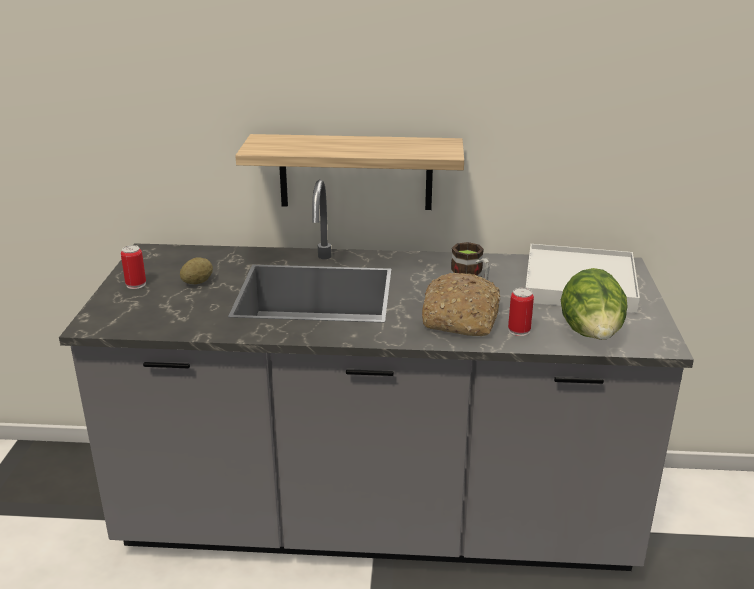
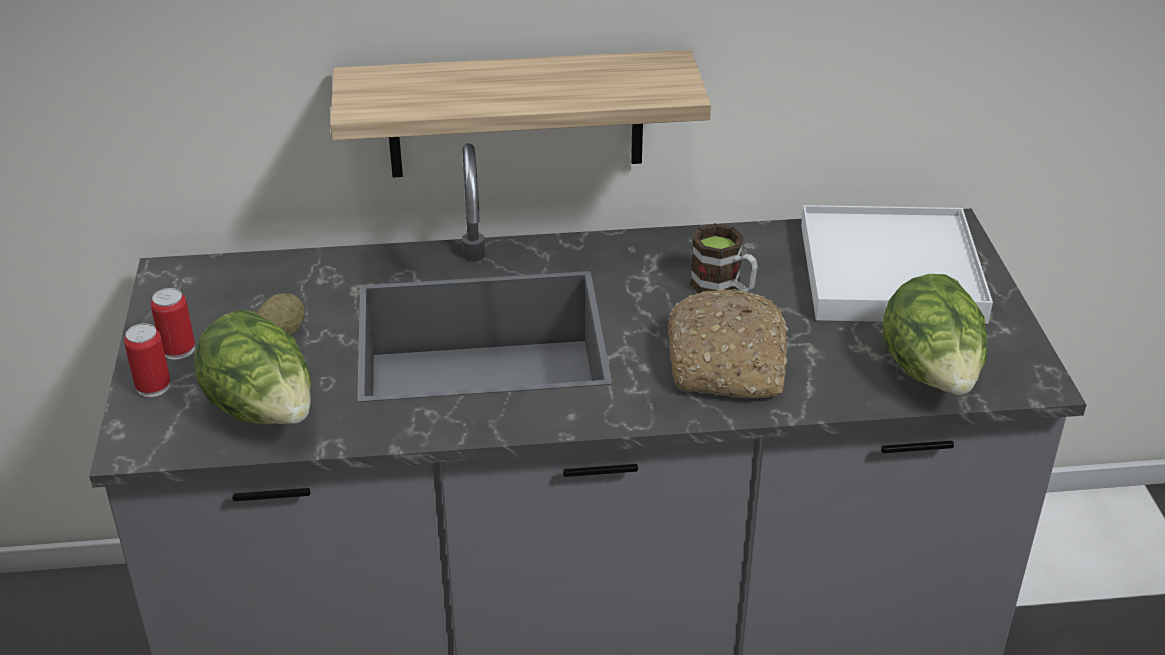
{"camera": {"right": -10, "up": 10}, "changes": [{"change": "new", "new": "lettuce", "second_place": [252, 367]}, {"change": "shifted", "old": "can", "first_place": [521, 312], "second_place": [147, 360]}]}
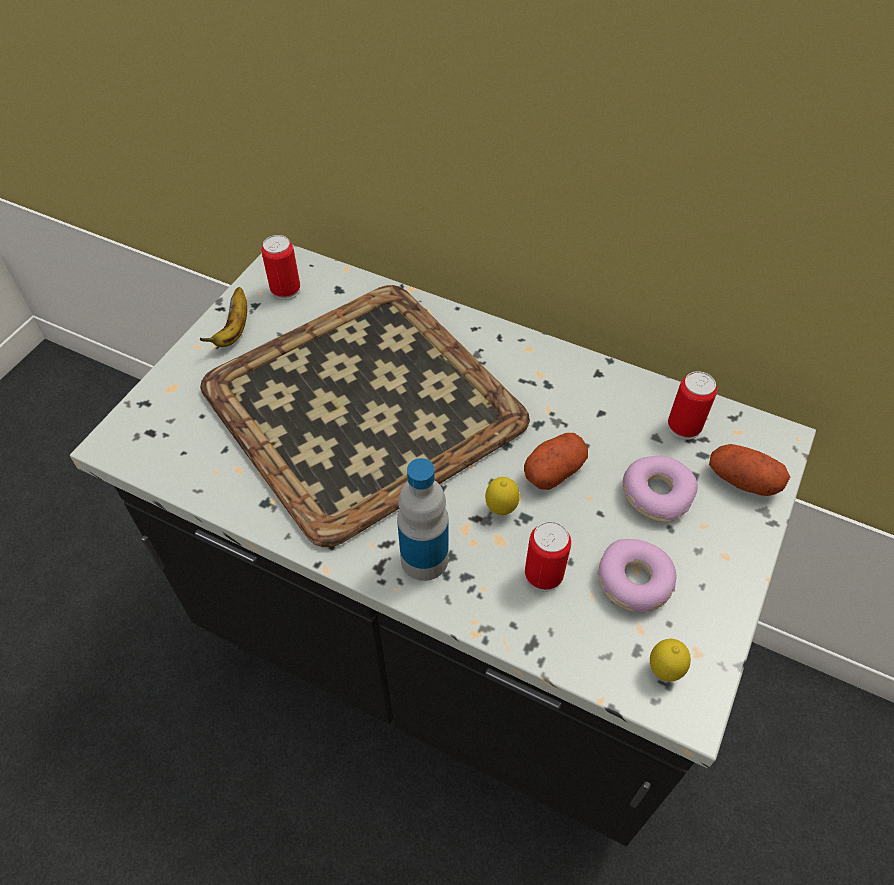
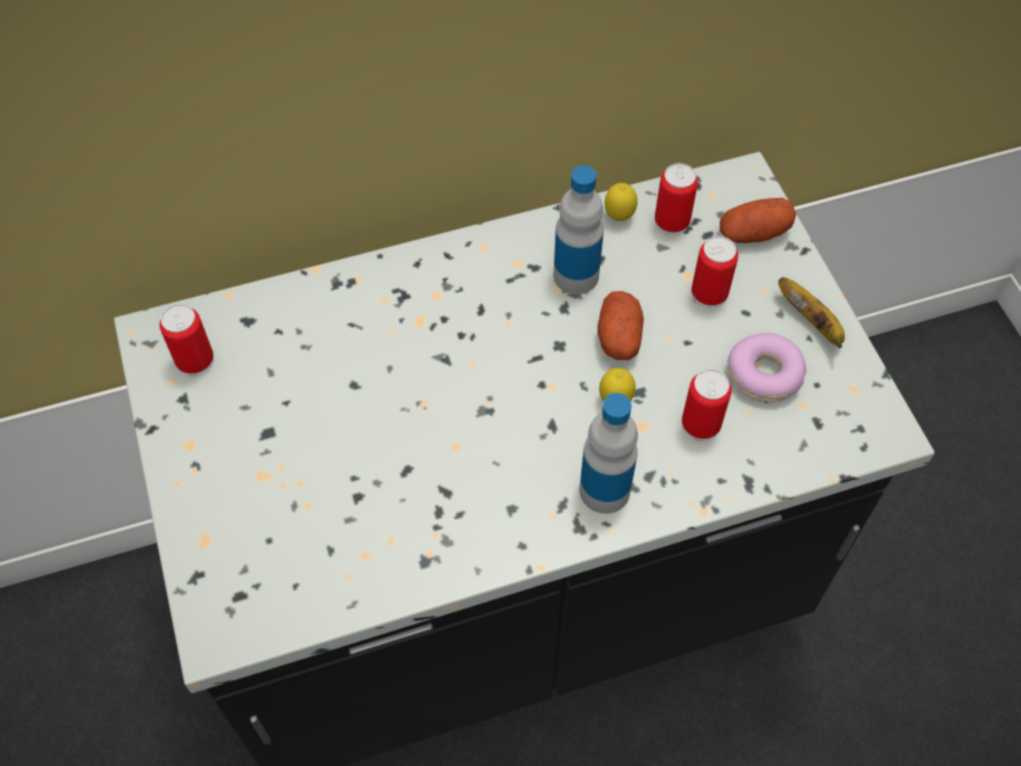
{"camera": {"right": -45, "up": 5}, "changes": [{"change": "gone", "old": "tray", "first_place": [365, 416]}, {"change": "new", "new": "bottle", "second_place": [578, 229]}, {"change": "shifted", "old": "banana", "first_place": [223, 317], "second_place": [811, 312]}, {"change": "shifted", "old": "lemon", "first_place": [670, 660], "second_place": [621, 202]}, {"change": "swapped", "old": "donut", "new": "can", "first_place": [660, 489], "second_place": [715, 272]}]}
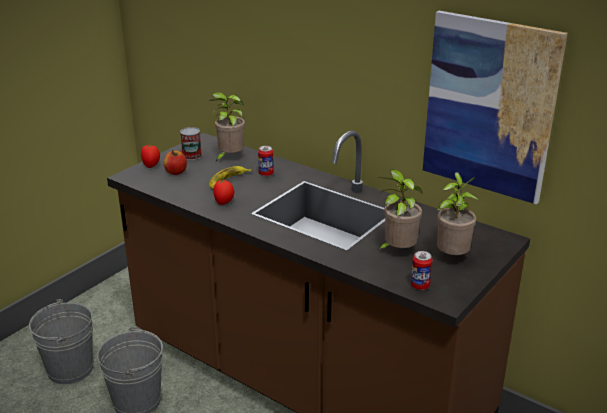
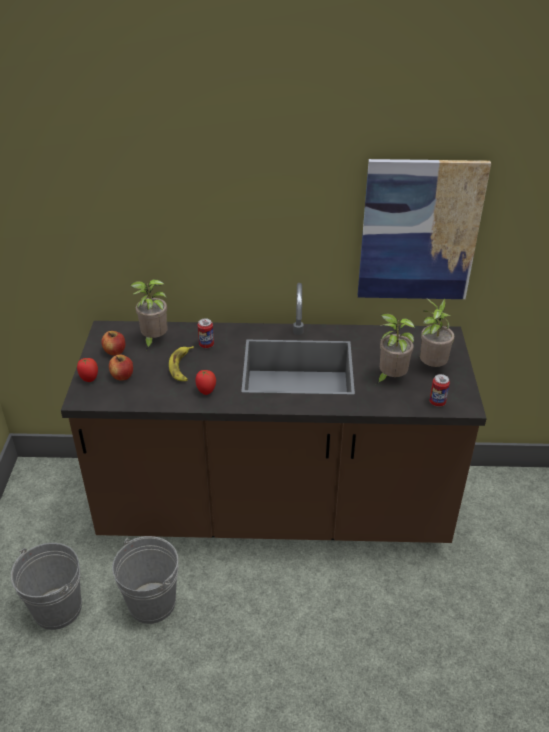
{"camera": {"right": -35, "up": 10}, "changes": [{"change": "swapped", "old": "can", "new": "apple", "first_place": [191, 143], "second_place": [113, 343]}]}
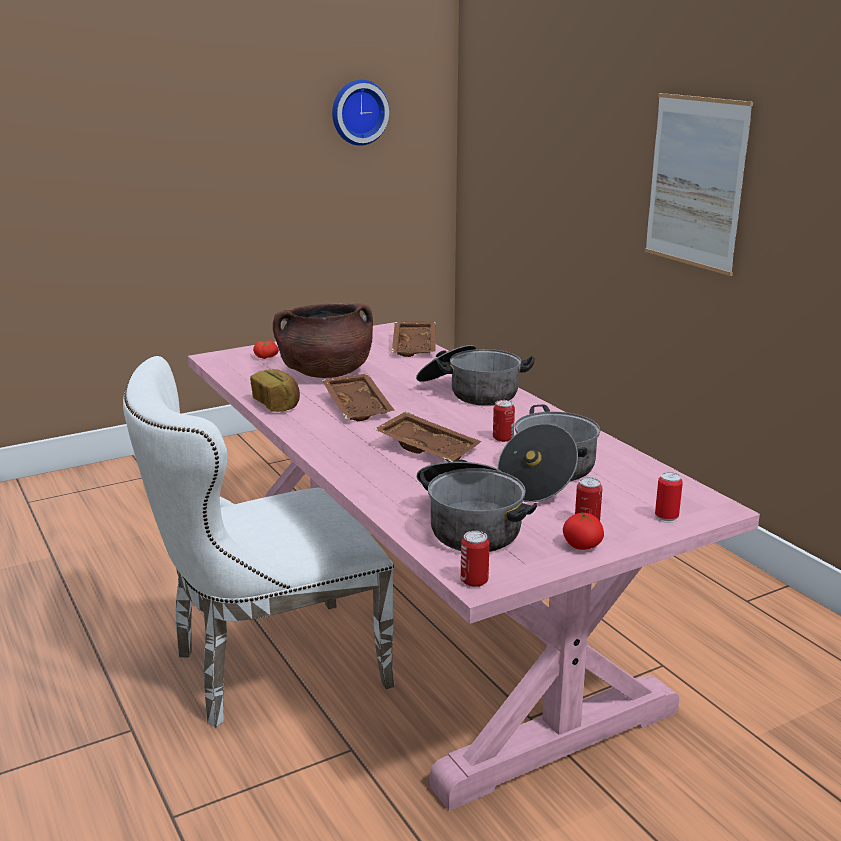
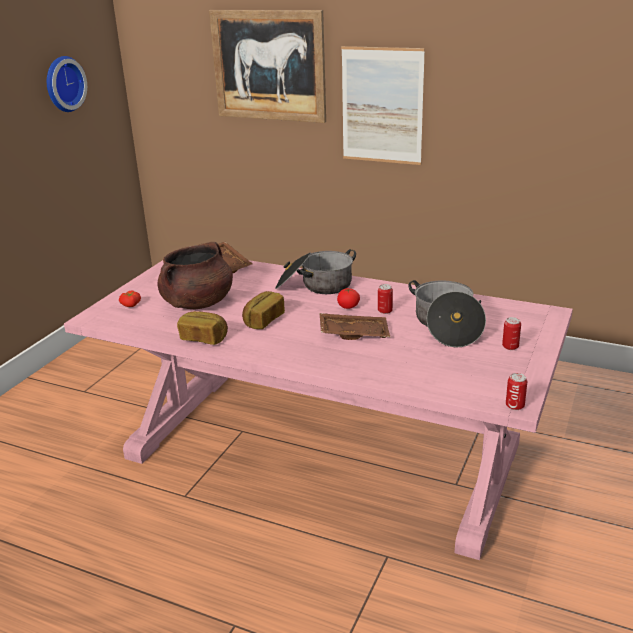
{"camera": {"right": -35, "up": 5}, "changes": [{"change": "gone", "old": "chair in white", "first_place": [259, 542]}, {"change": "gone", "old": "cooking pot", "first_place": [477, 506]}, {"change": "gone", "old": "can", "first_place": [669, 497]}, {"change": "new", "new": "picture", "second_place": [267, 66]}, {"change": "shifted", "old": "tomato", "first_place": [583, 530], "second_place": [348, 298]}, {"change": "swapped", "old": "tray in brown", "new": "bread", "first_place": [358, 397], "second_place": [263, 310]}]}
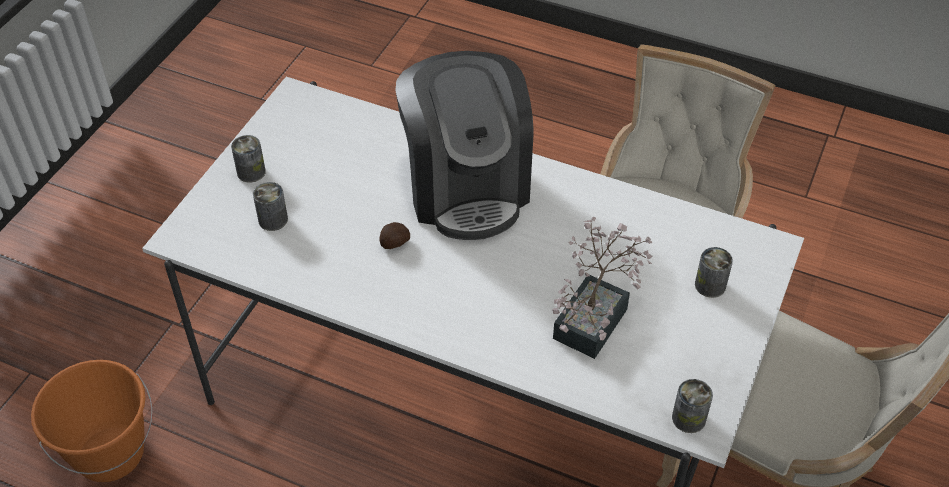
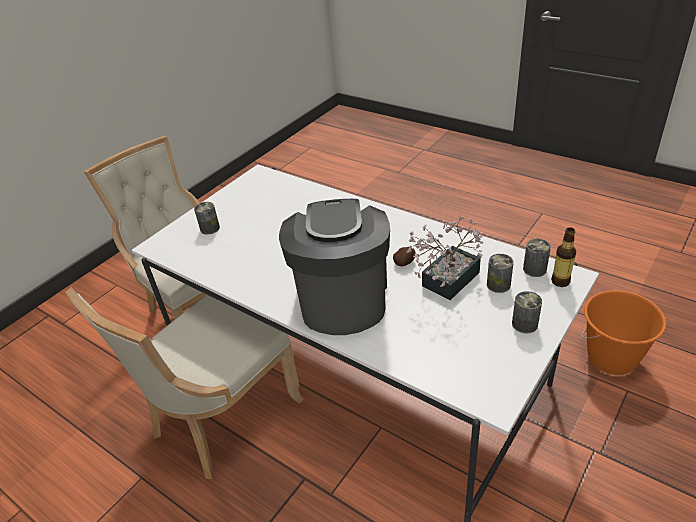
{"camera": {"right": -165, "up": -10}, "changes": [{"change": "new", "new": "bottle", "second_place": [563, 257]}, {"change": "shifted", "old": "potted plant", "first_place": [602, 288], "second_place": [444, 258]}, {"change": "shifted", "old": "can", "first_place": [692, 406], "second_place": [537, 258]}]}
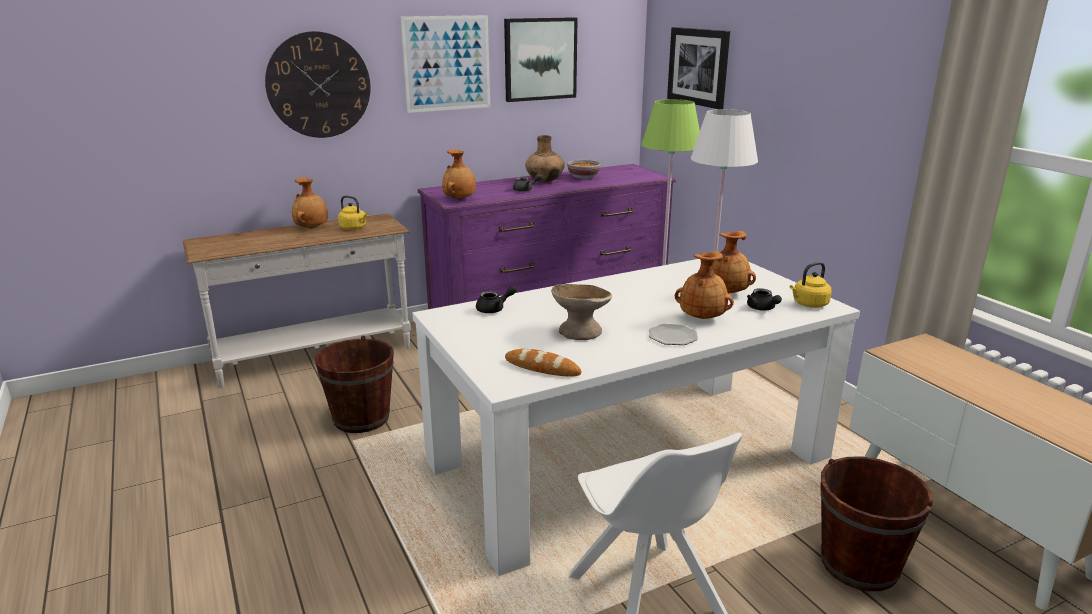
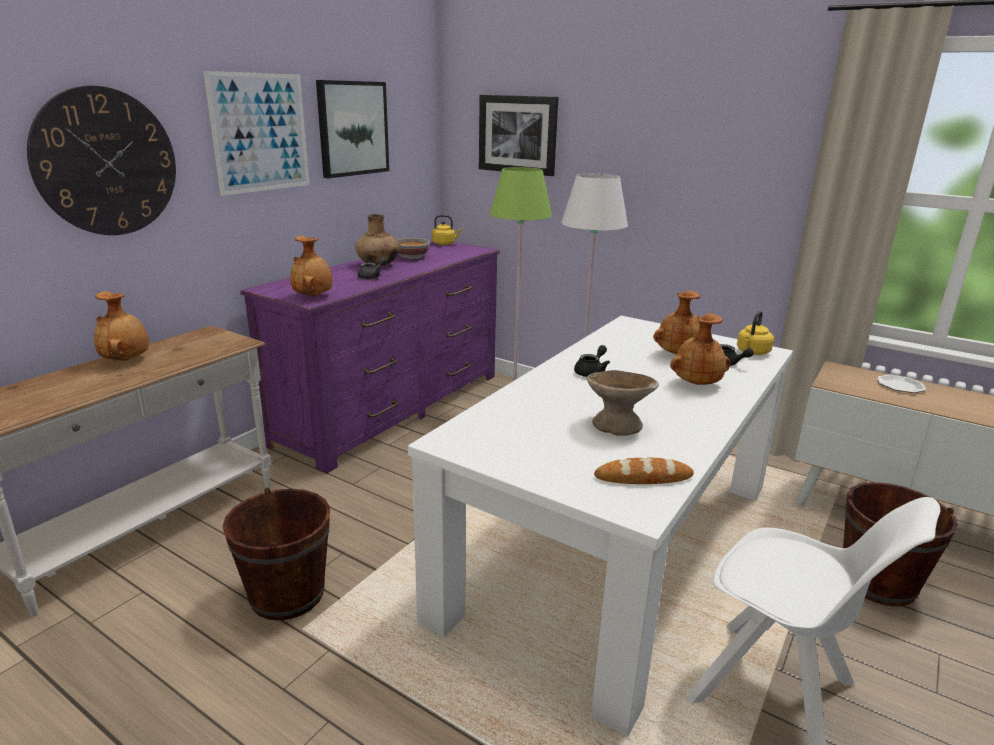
{"camera": {"right": -30, "up": 0}, "changes": [{"change": "shifted", "old": "kettle in yellow", "first_place": [353, 213], "second_place": [447, 230]}, {"change": "shifted", "old": "teapot in black", "first_place": [496, 299], "second_place": [592, 361]}, {"change": "shifted", "old": "plate", "first_place": [673, 334], "second_place": [901, 384]}]}
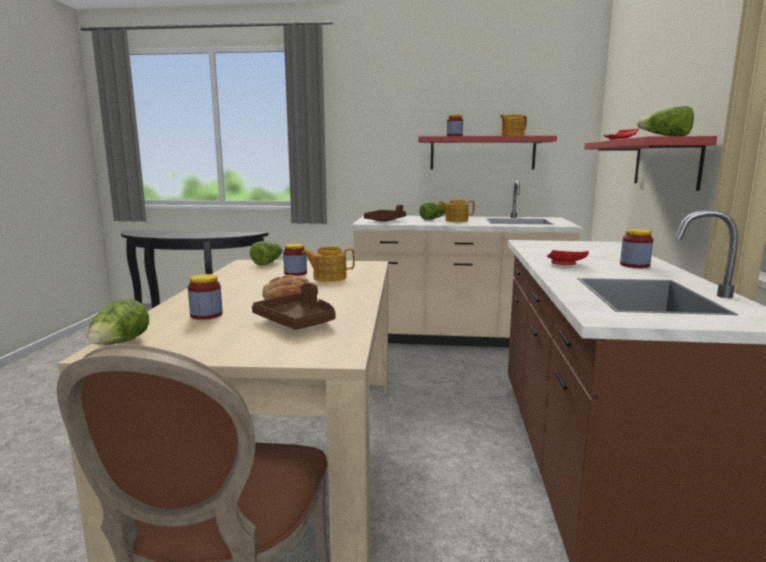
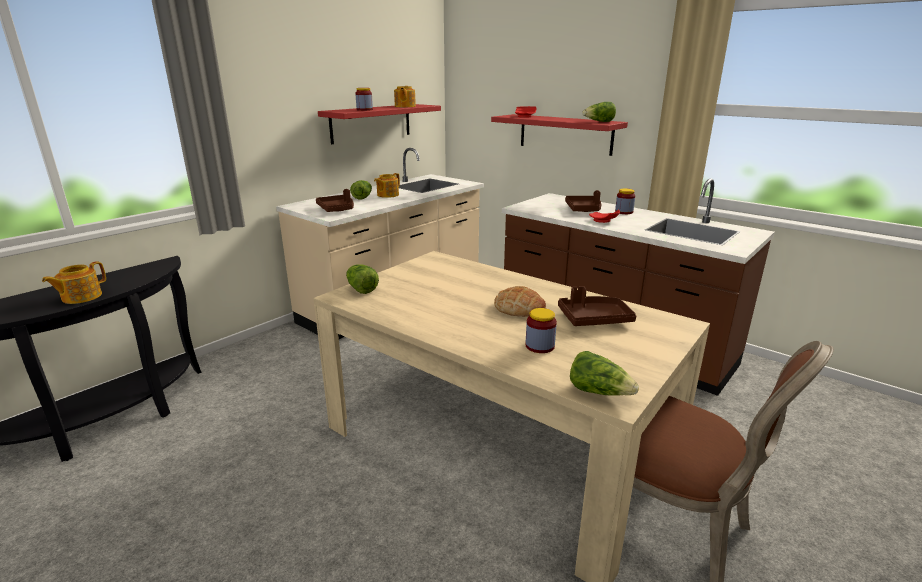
{"camera": {"right": -55, "up": 10}, "changes": [{"change": "gone", "old": "jar", "first_place": [295, 260]}, {"change": "new", "new": "tray in brown", "second_place": [583, 201]}, {"change": "shifted", "old": "teapot", "first_place": [328, 264], "second_place": [74, 282]}]}
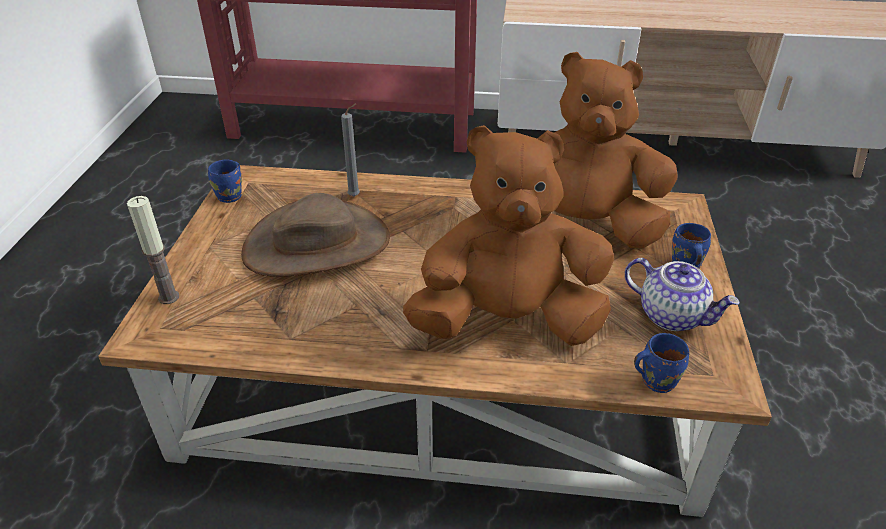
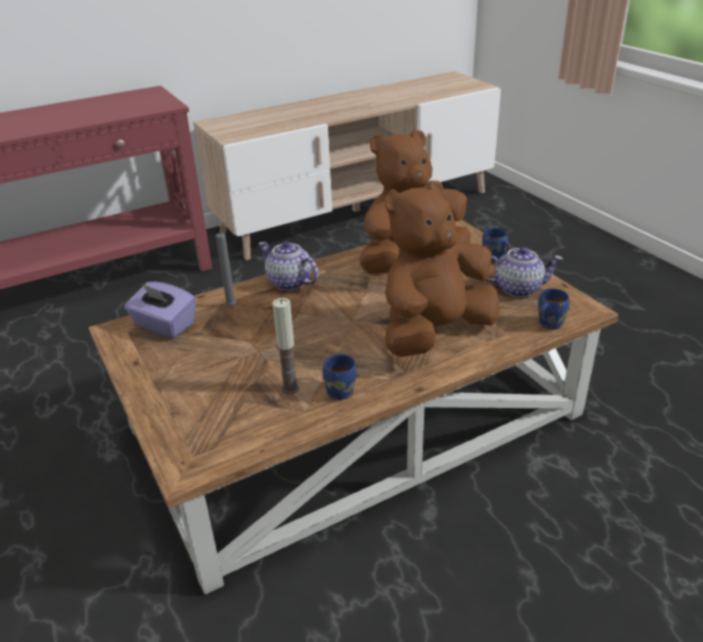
{"camera": {"right": -35, "up": -5}, "changes": [{"change": "gone", "old": "hat in brown", "first_place": [315, 235]}, {"change": "new", "new": "tissue box in purple", "second_place": [160, 310]}, {"change": "new", "new": "teapot", "second_place": [289, 266]}, {"change": "shifted", "old": "candle", "first_place": [153, 250], "second_place": [285, 346]}, {"change": "shifted", "old": "mug in blue", "first_place": [225, 181], "second_place": [340, 377]}]}
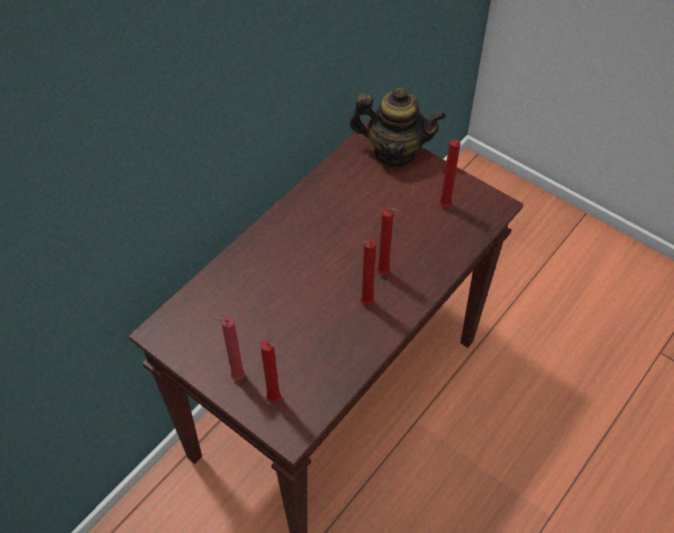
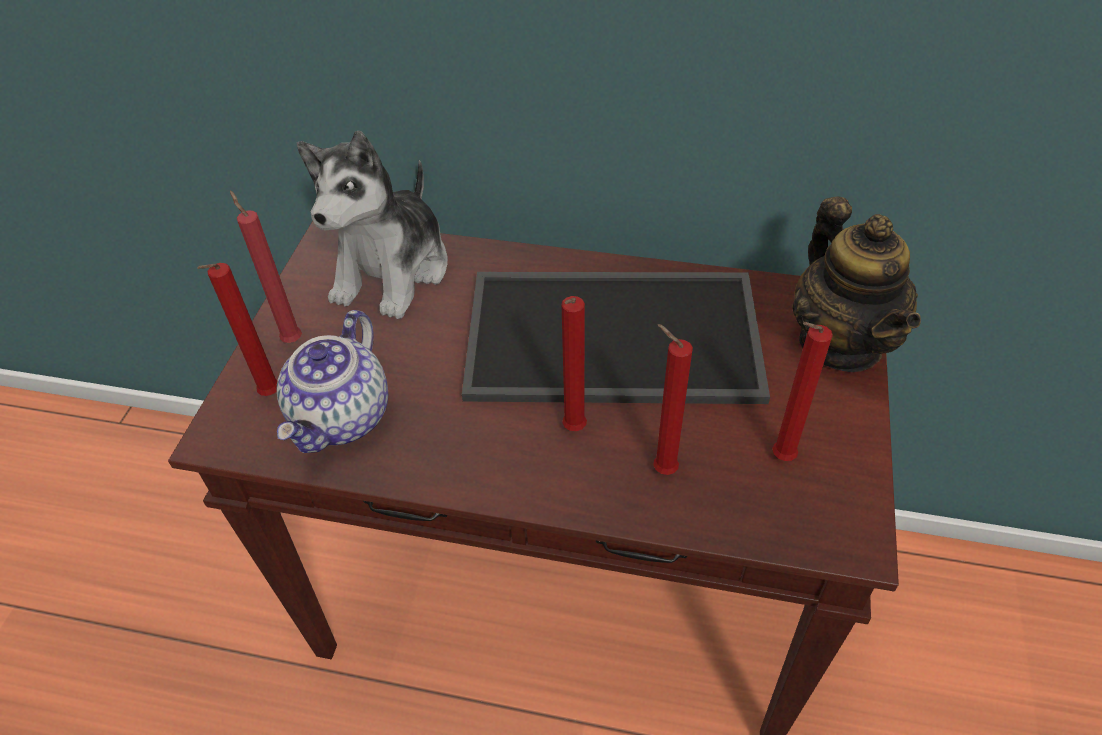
{"camera": {"right": 65, "up": -5}, "changes": [{"change": "new", "new": "teapot", "second_place": [332, 381]}, {"change": "new", "new": "plush toy", "second_place": [372, 225]}, {"change": "new", "new": "tray", "second_place": [616, 338]}, {"change": "shifted", "old": "candle in red", "first_place": [368, 272], "second_place": [673, 399]}]}
